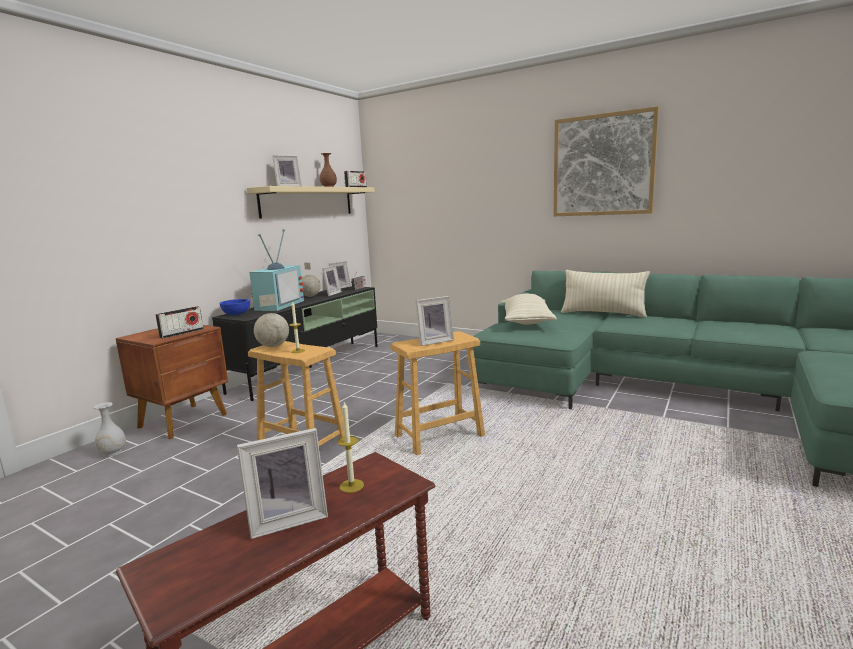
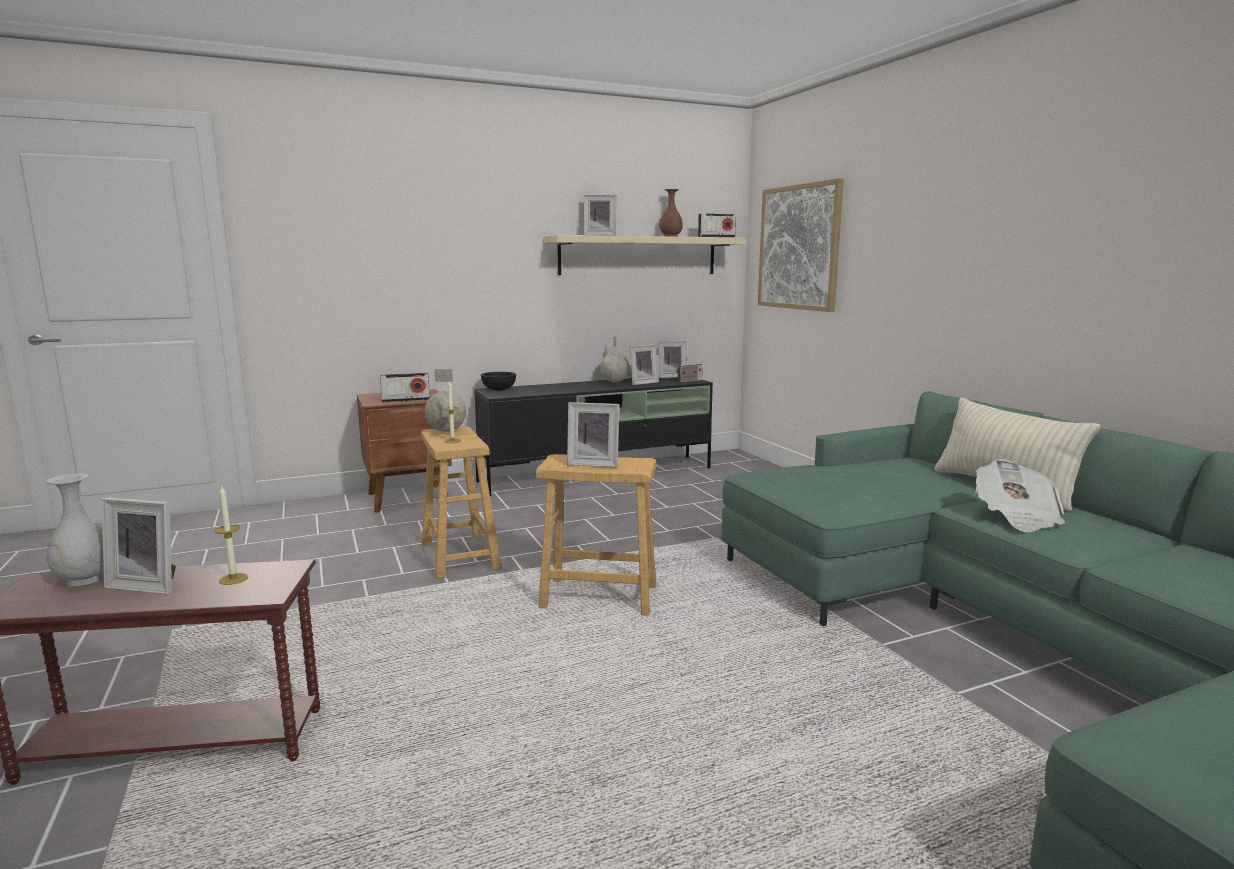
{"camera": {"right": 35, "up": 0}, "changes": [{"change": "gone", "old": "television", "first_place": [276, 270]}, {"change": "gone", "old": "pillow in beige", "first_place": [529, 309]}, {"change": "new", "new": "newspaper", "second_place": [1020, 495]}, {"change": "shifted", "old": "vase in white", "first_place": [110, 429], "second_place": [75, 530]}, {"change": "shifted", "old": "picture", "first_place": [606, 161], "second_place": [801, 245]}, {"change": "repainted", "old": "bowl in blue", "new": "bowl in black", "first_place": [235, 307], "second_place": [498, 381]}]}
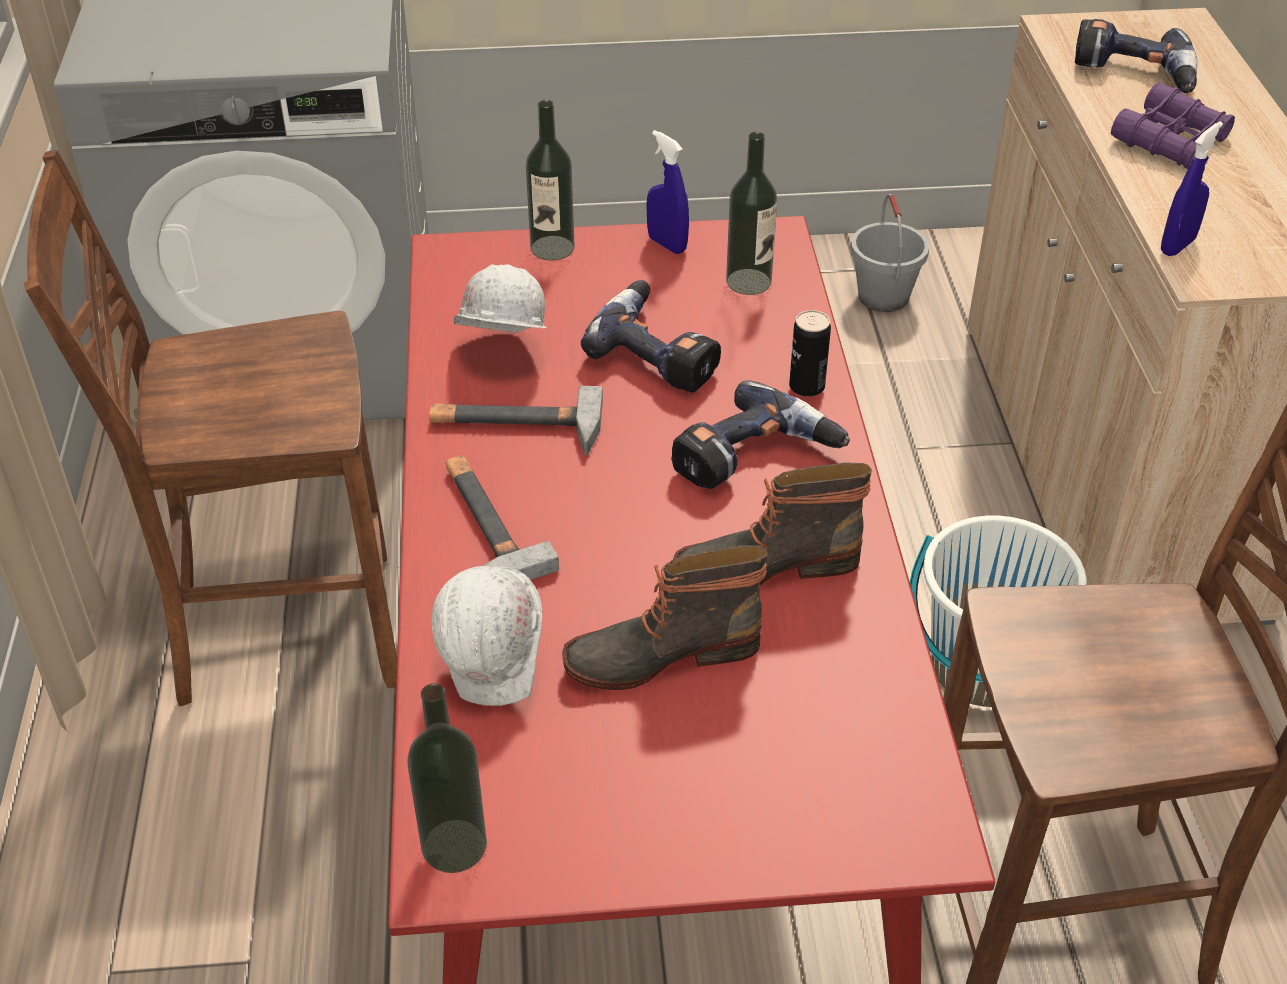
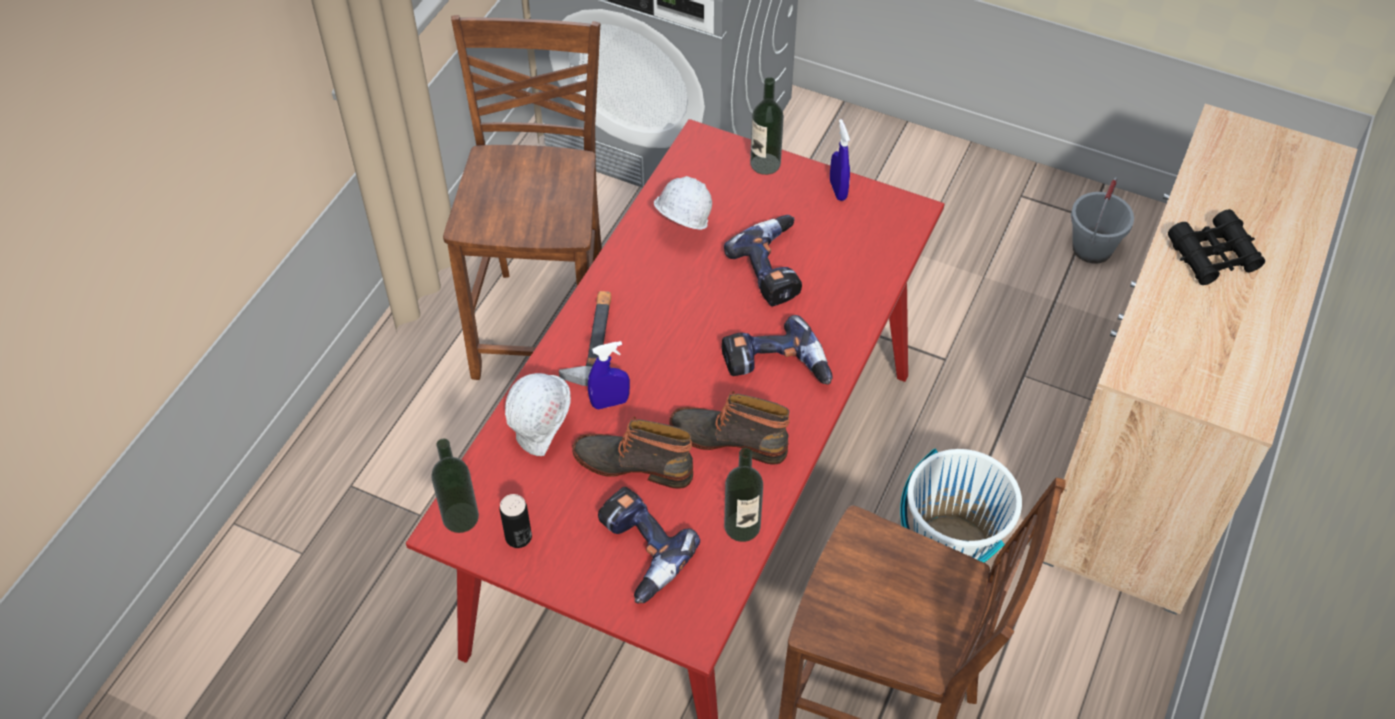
{"camera": {"right": 30, "up": 10}, "changes": [{"change": "gone", "old": "hammer", "first_place": [516, 420]}, {"change": "shifted", "old": "bottle", "first_place": [751, 213], "second_place": [743, 495]}, {"change": "shifted", "old": "can", "first_place": [810, 353], "second_place": [516, 521]}, {"change": "shifted", "old": "power drill", "first_place": [1136, 56], "second_place": [649, 545]}, {"change": "shifted", "old": "spray bottle in blue", "first_place": [1192, 189], "second_place": [609, 375]}, {"change": "repainted", "old": "binoculars in purple", "new": "binoculars in black", "first_place": [1173, 126], "second_place": [1216, 247]}, {"change": "rotated", "old": "chair in brown", "first_place": [210, 428], "second_place": [522, 197], "degrees": 75}]}
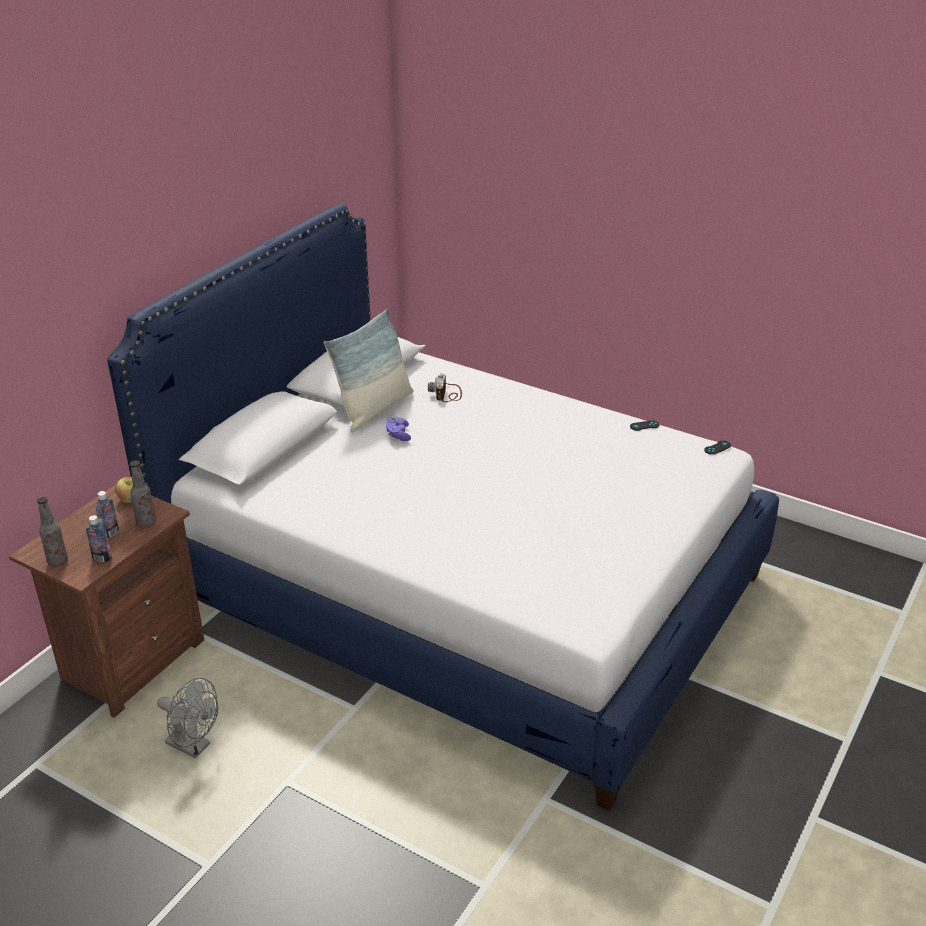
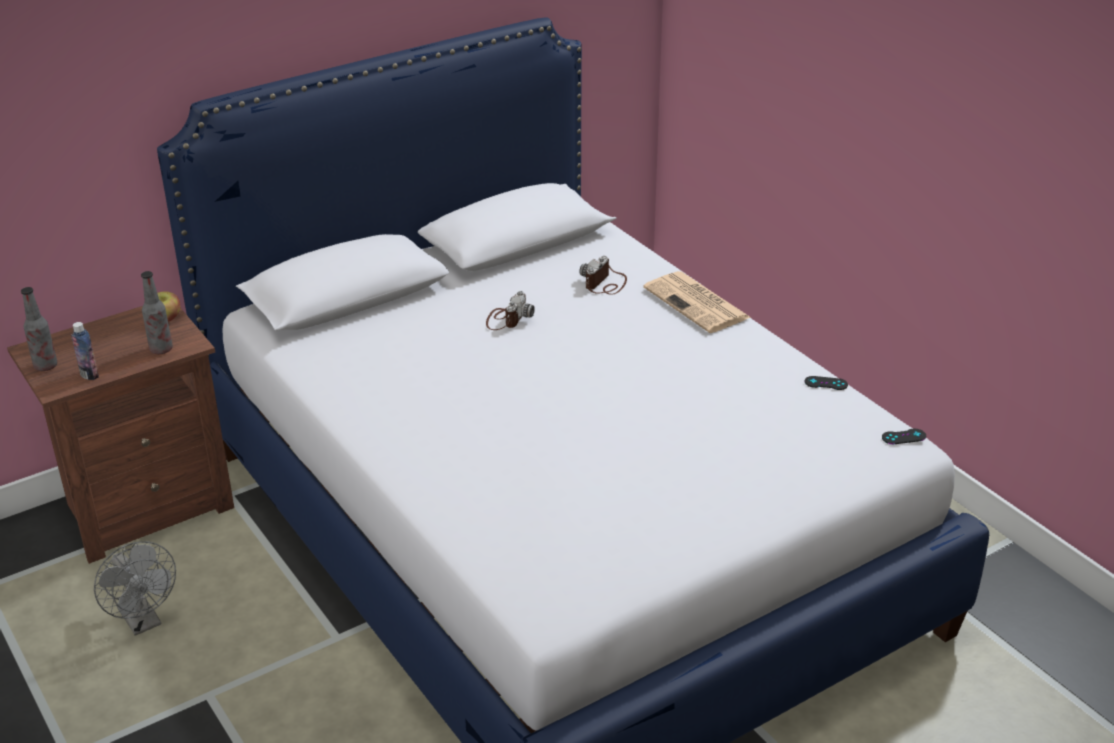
{"camera": {"right": 25, "up": 0}, "changes": [{"change": "gone", "old": "bottle", "first_place": [107, 514]}, {"change": "gone", "old": "pillow", "first_place": [369, 371]}, {"change": "new", "new": "newspaper", "second_place": [697, 302]}, {"change": "swapped", "old": "game controller in purple", "new": "photo camera", "first_place": [398, 428], "second_place": [510, 310]}]}
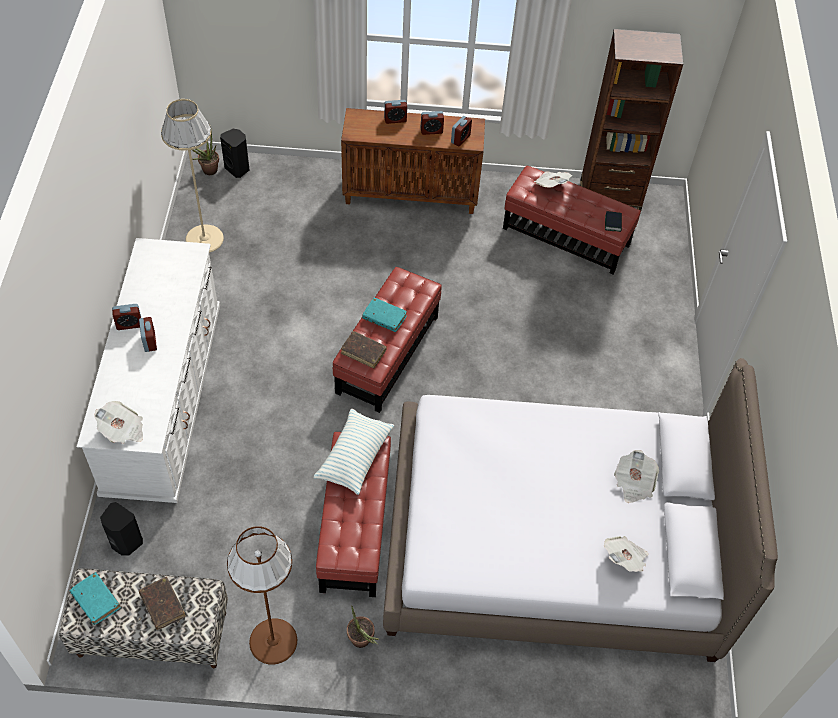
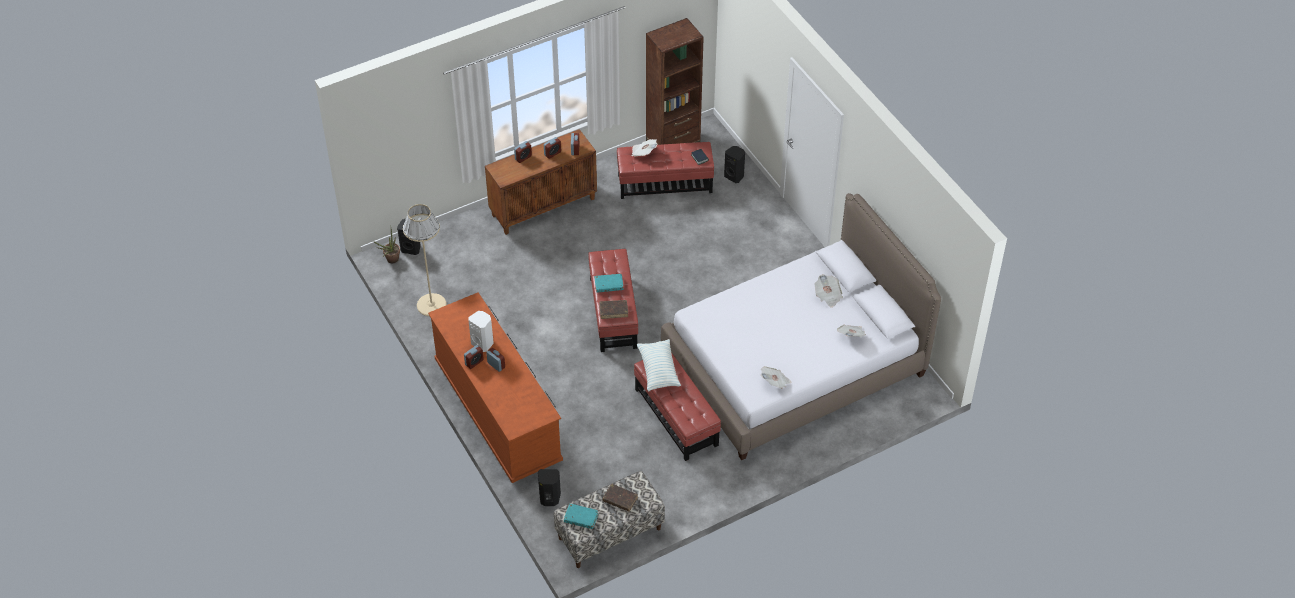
{"camera": {"right": -30, "up": -5}, "changes": [{"change": "gone", "old": "floor lamp in brown", "first_place": [262, 595]}, {"change": "gone", "old": "potted plant", "first_place": [363, 626]}, {"change": "new", "new": "speaker in white", "second_place": [481, 331]}, {"change": "new", "new": "speaker in black", "second_place": [734, 164]}, {"change": "shifted", "old": "newspaper", "first_place": [118, 422], "second_place": [776, 377]}, {"change": "repainted", "old": "dresser in white", "new": "dresser in brown", "first_place": [148, 370], "second_place": [495, 388]}]}
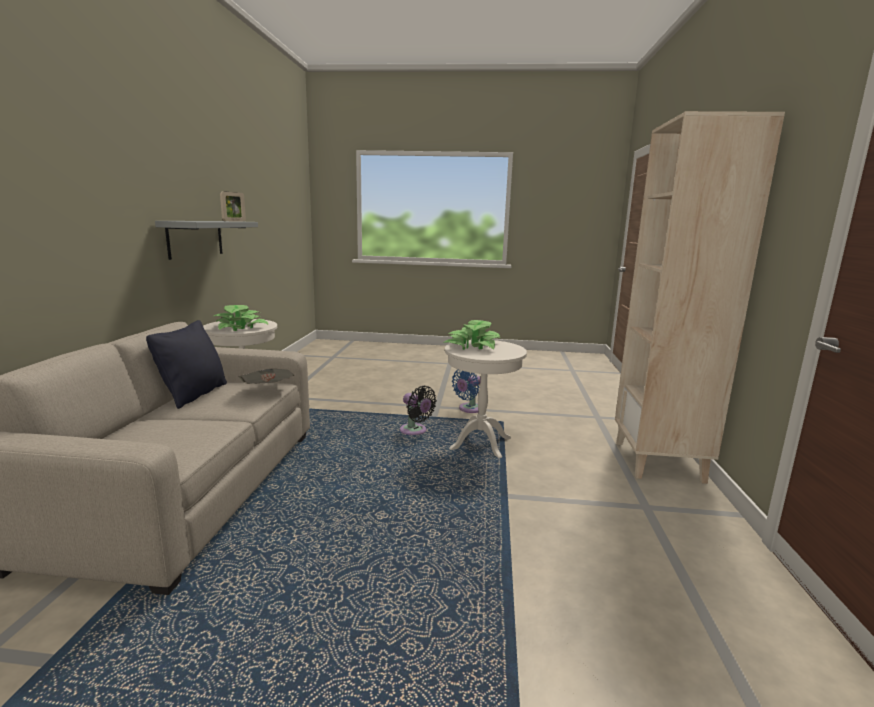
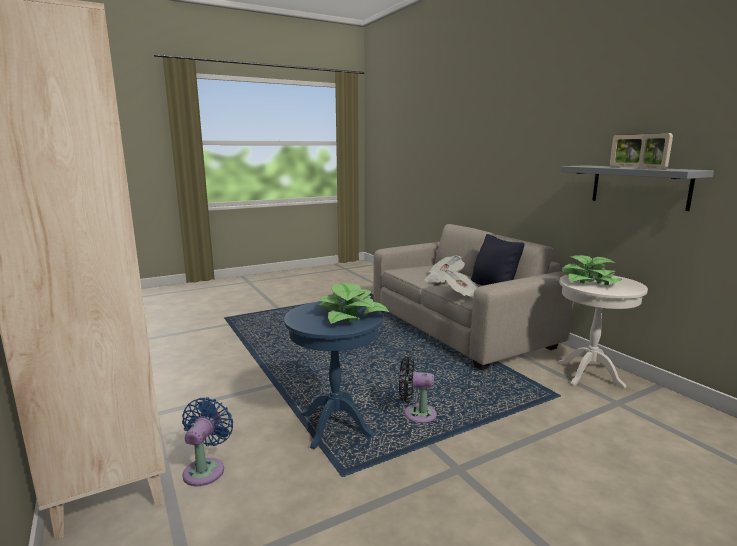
{"camera": {"right": 145, "up": 0}, "changes": [{"change": "new", "new": "newspaper", "second_place": [444, 269]}, {"change": "new", "new": "picture frame", "second_place": [627, 150]}, {"change": "shifted", "old": "fan in blue", "first_place": [466, 391], "second_place": [207, 441]}, {"change": "repainted", "old": "side table in white", "new": "side table in blue", "first_place": [486, 399], "second_place": [333, 374]}]}
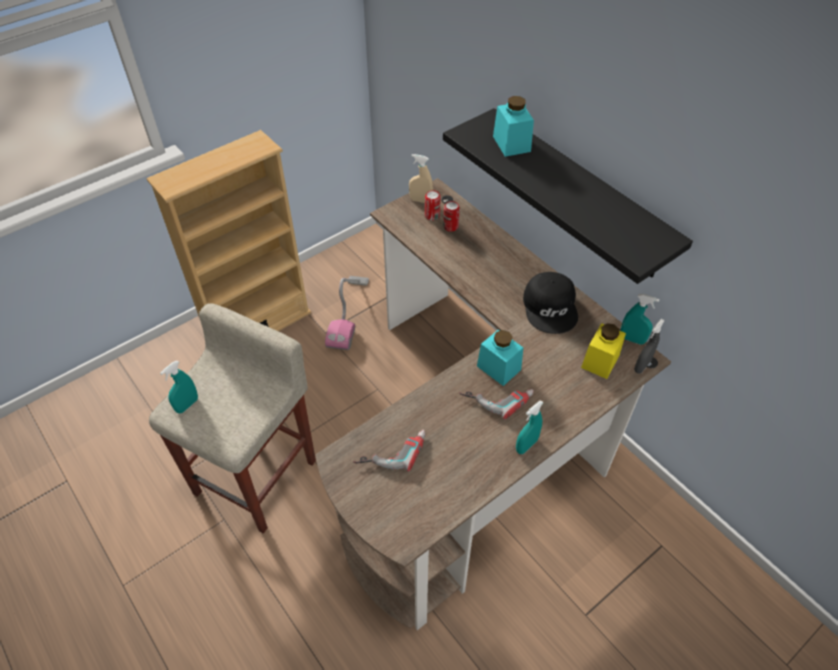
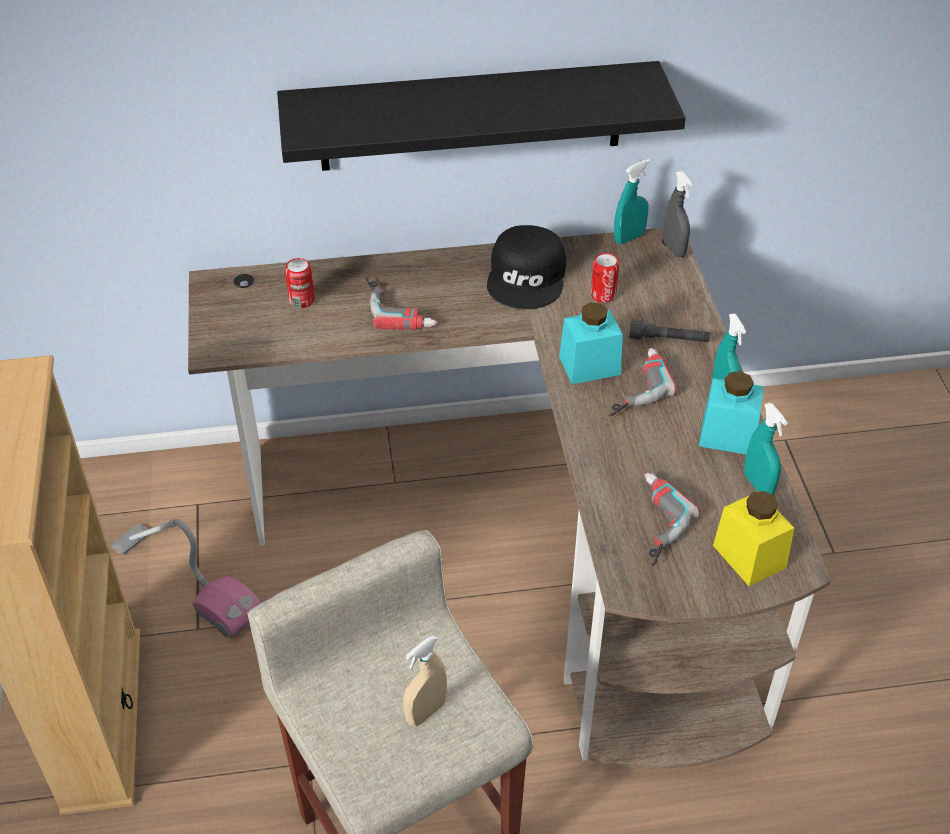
{"camera": {"right": -60, "up": -5}, "changes": [{"change": "new", "new": "power drill", "second_place": [401, 303]}, {"change": "new", "new": "flashlight in grey", "second_place": [669, 330]}, {"change": "shifted", "old": "spray bottle in turquoise", "first_place": [179, 387], "second_place": [766, 449]}, {"change": "shifted", "old": "spray bottle in beige", "first_place": [421, 178], "second_place": [425, 681]}, {"change": "shifted", "old": "can", "first_place": [433, 205], "second_place": [605, 278]}, {"change": "shifted", "old": "jar in turquoise", "first_place": [513, 126], "second_place": [731, 412]}, {"change": "shifted", "old": "jar in yellow", "first_place": [603, 351], "second_place": [753, 538]}, {"change": "rotated", "old": "cap in black", "first_place": [550, 303], "second_place": [526, 267], "degrees": 75}]}
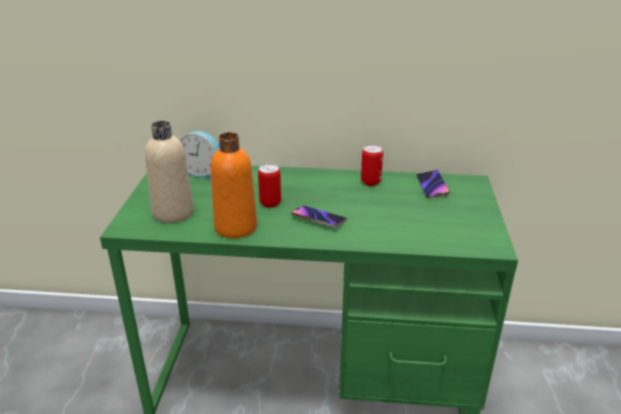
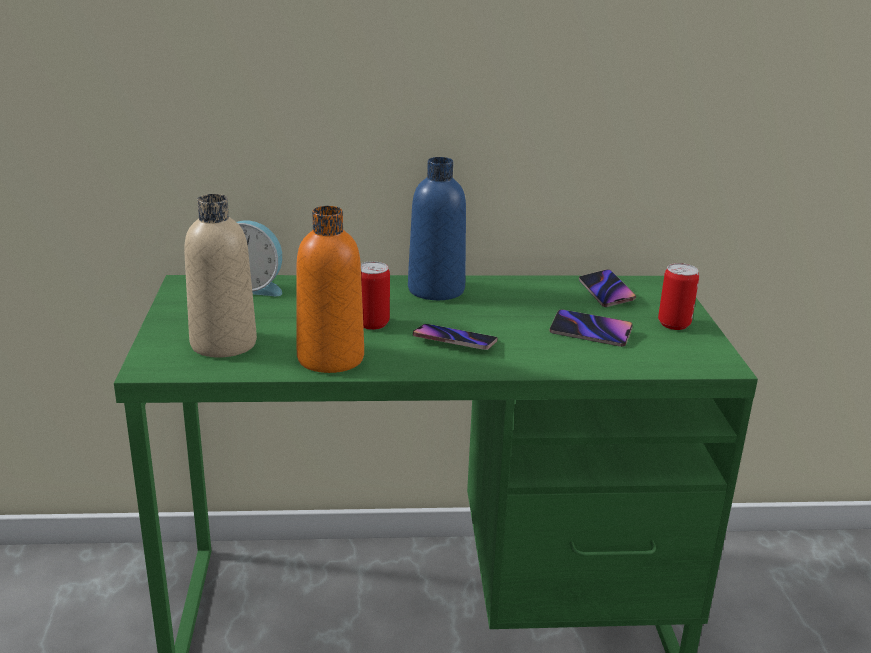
{"camera": {"right": -10, "up": -5}, "changes": [{"change": "new", "new": "bottle in blue", "second_place": [437, 228]}, {"change": "new", "new": "phone", "second_place": [591, 328]}, {"change": "shifted", "old": "can", "first_place": [372, 165], "second_place": [678, 296]}]}
